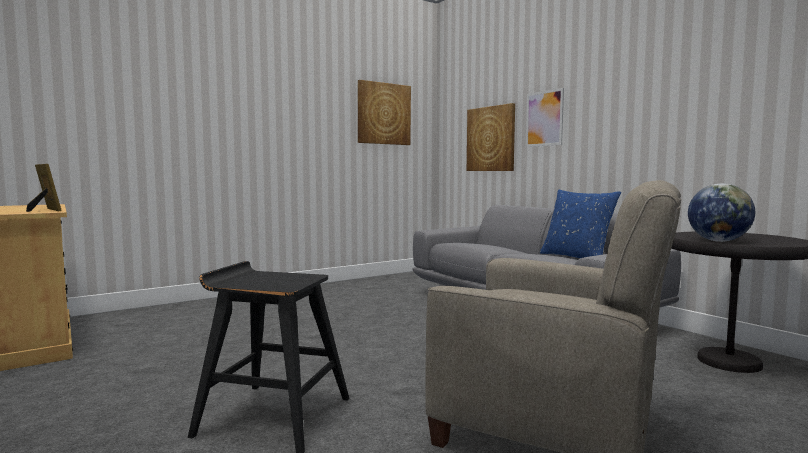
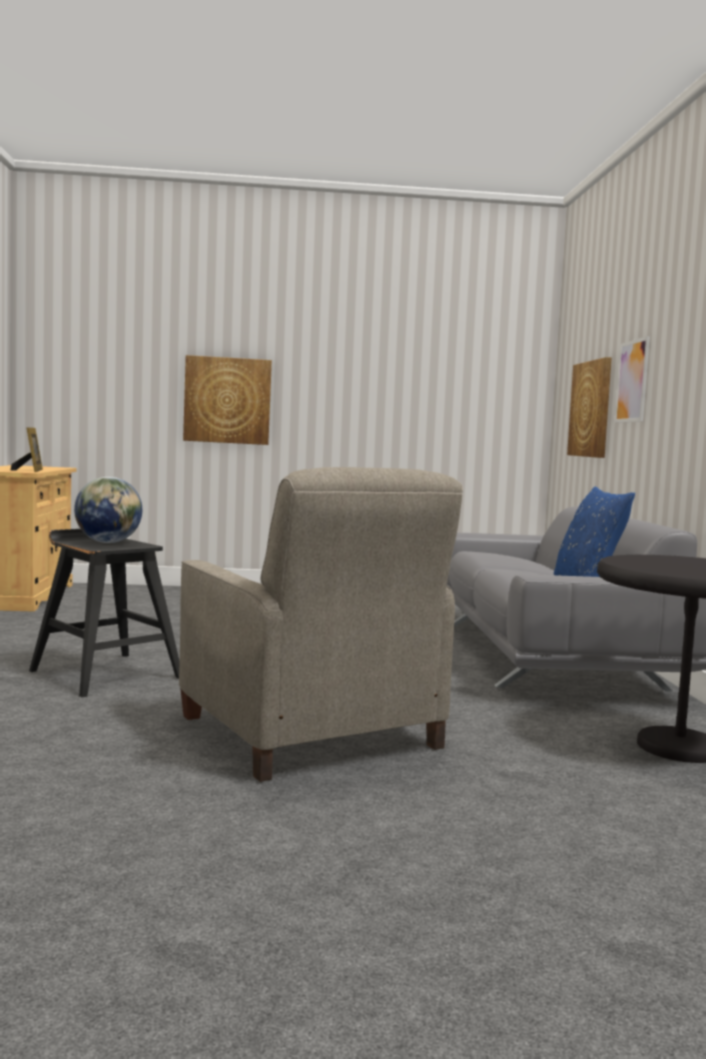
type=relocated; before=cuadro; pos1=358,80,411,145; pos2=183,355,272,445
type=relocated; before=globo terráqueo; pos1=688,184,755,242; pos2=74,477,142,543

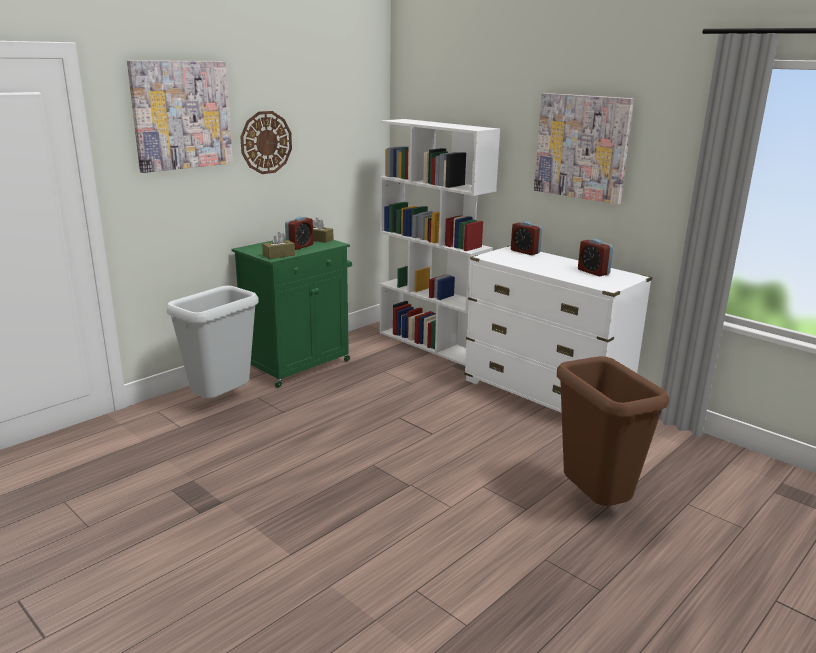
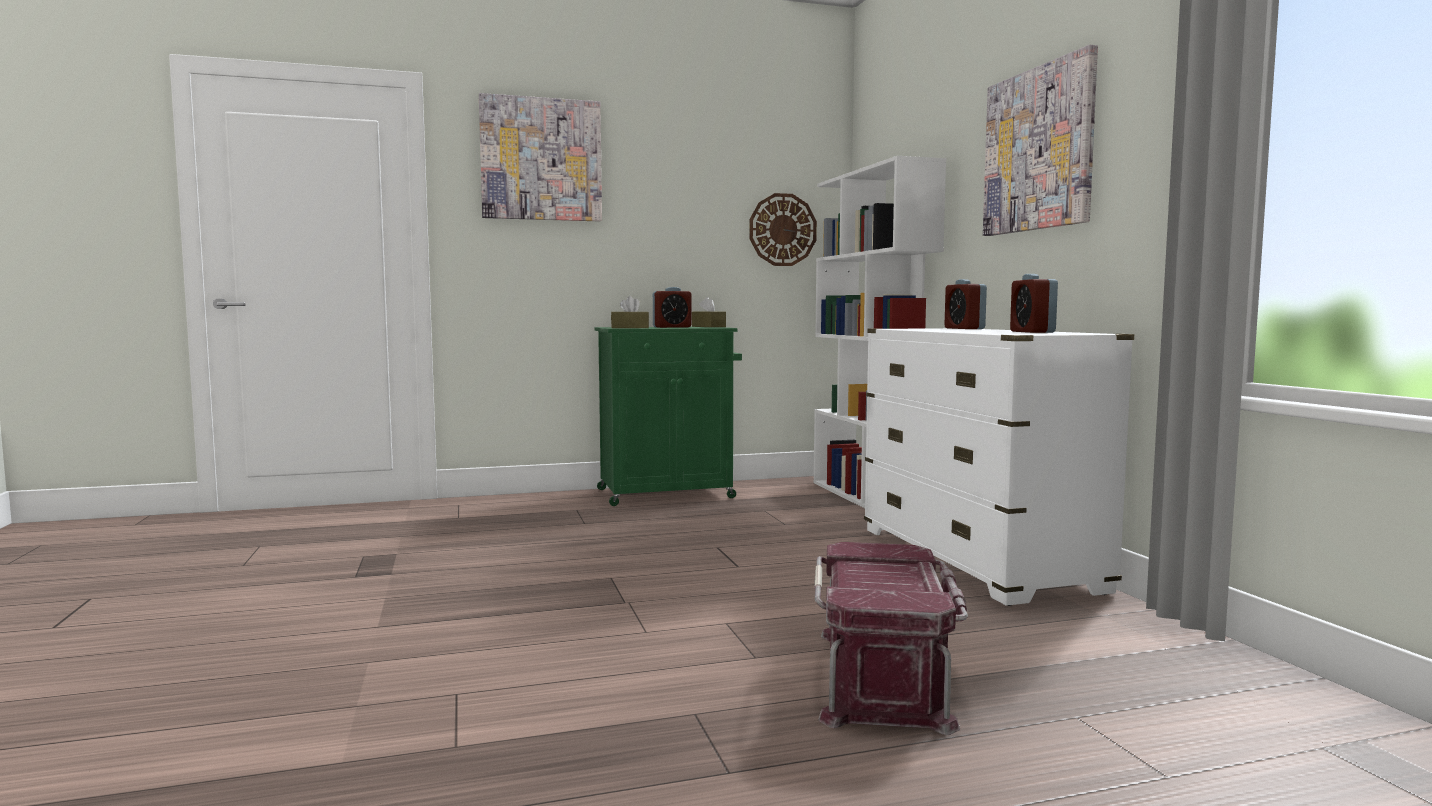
type=missing; before=papelera (gris); pos1=166,286,259,398
type=relocated; before=reloj de pared; pos1=240,111,292,174; pos2=749,193,817,266
type=exchanged; before=papelera (marrón); after=caja de almacenaje (rojo); pos1=557,356,669,506; pos2=814,542,968,735

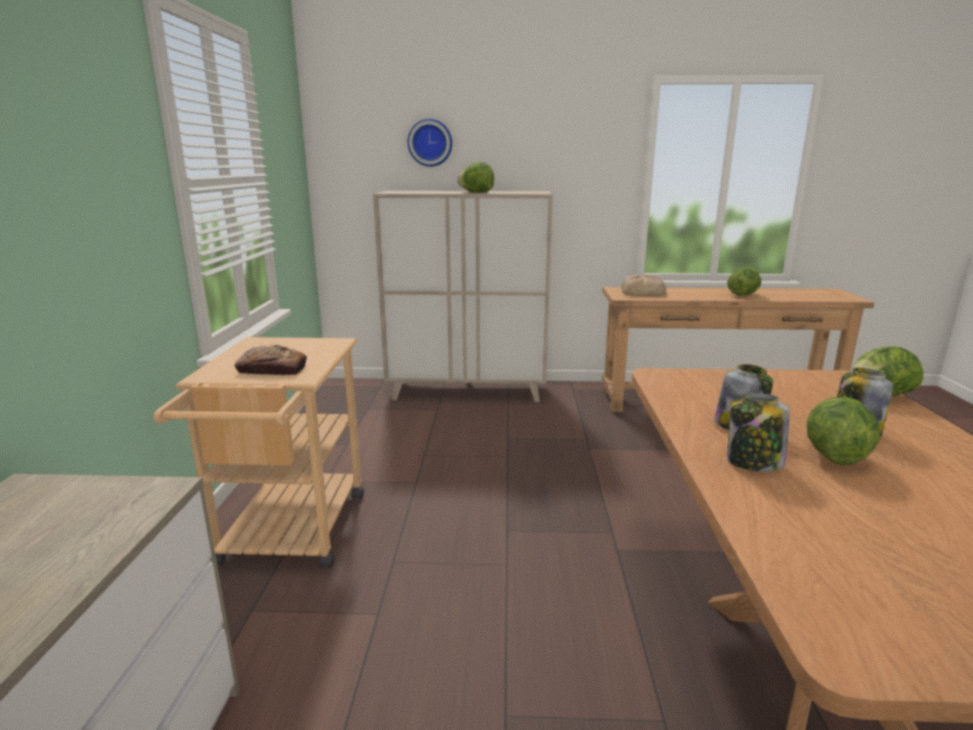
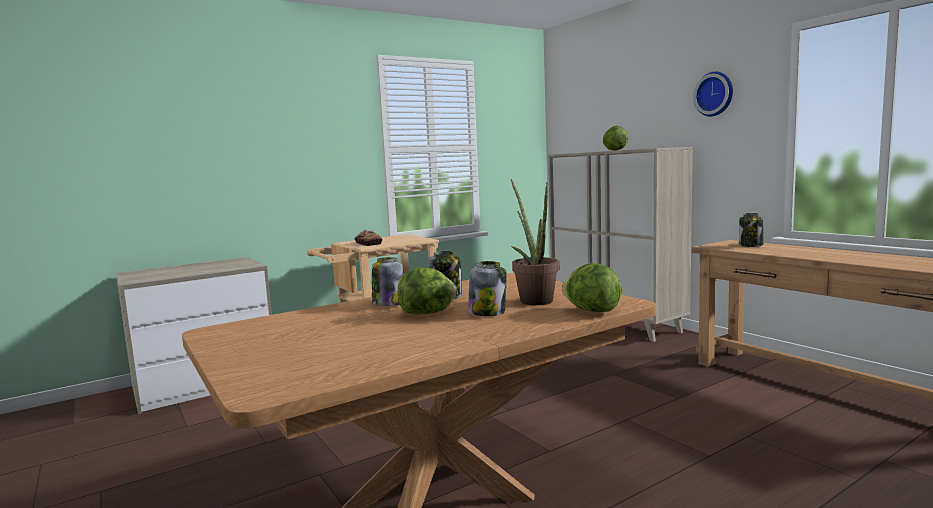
type=missing; before=lechuga; pos1=727,267,761,296
type=appeared; after=planta en maceta; pos2=511,179,559,305
type=relocated; before=reloj de pared; pos1=408,119,452,167; pos2=693,72,733,117
type=exchanged; before=pan; after=tarro; pos1=621,275,667,296; pos2=739,213,763,247

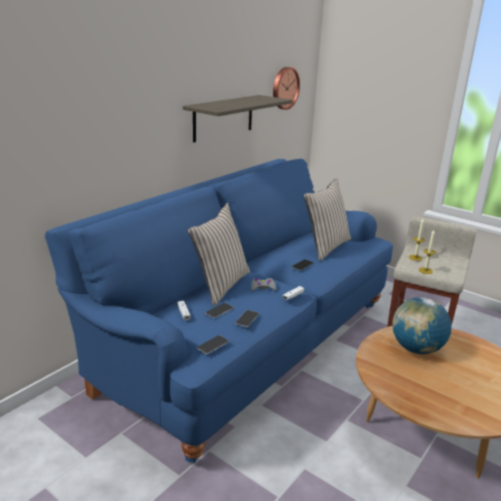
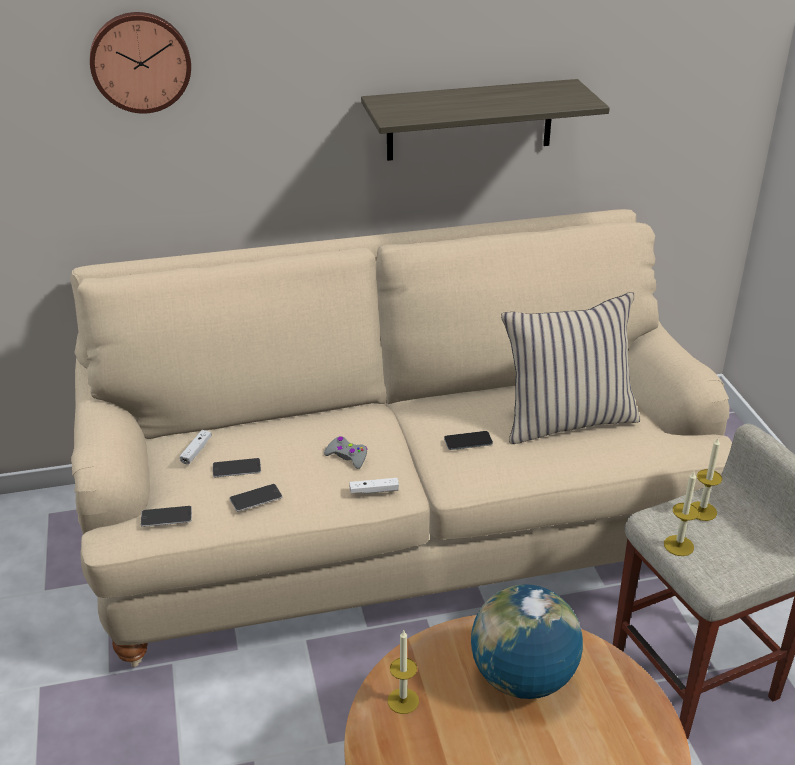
type=missing; before=cojín (beis); pos1=188,203,250,306
type=appeared; after=vela; pos2=388,629,419,714
type=relocated; before=reloj de pared; pos1=273,67,300,110; pos2=90,12,191,114
type=colour; before=sofá (azul); after=sofá (beis); pos1=45,159,393,463; pos2=70,209,732,667

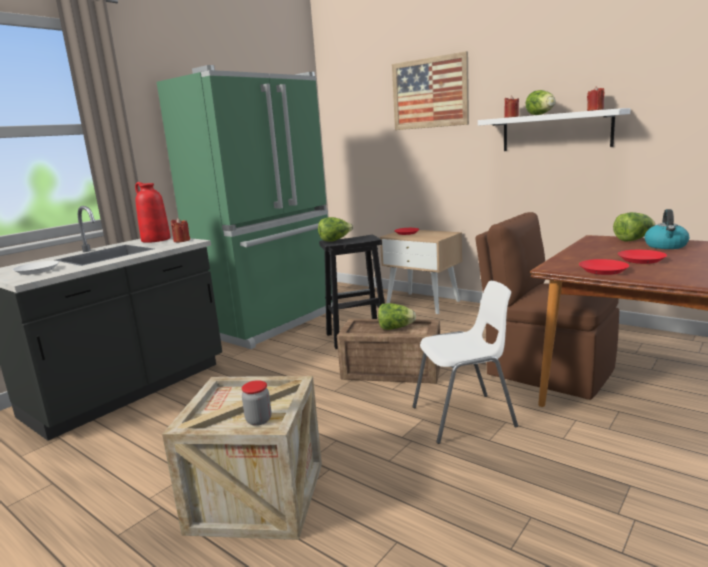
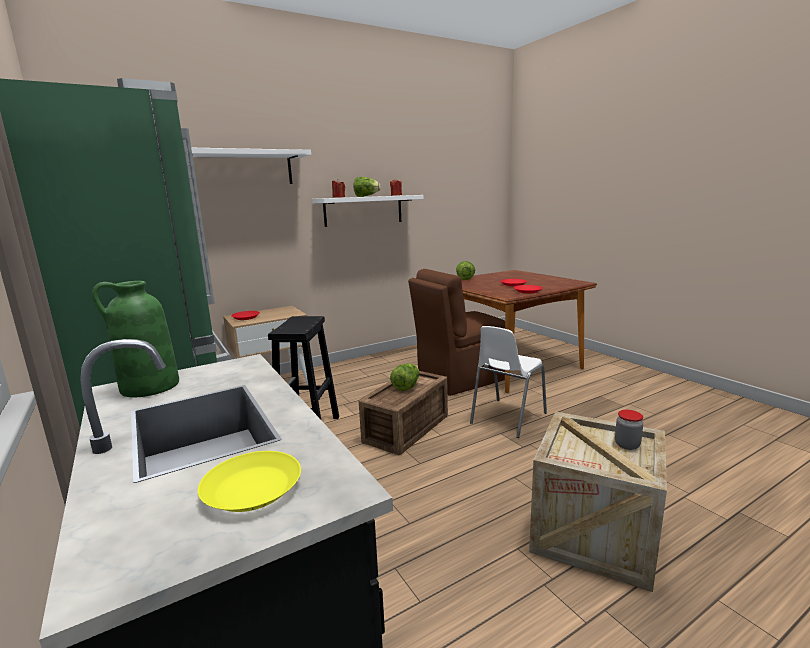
type=missing; before=vela (rojo); pos1=171,218,190,242
type=missing; before=lechuga; pos1=318,217,353,242
type=missing; before=hervidor; pos1=645,209,689,249
type=exchanged; before=cuadro; after=estante (blanco); pos1=392,51,469,130; pos2=190,148,311,184
type=colour; before=plato (blanco); after=plato (amarillo); pos1=12,261,59,275; pos2=198,451,301,512
type=colour; before=florero (rojo); after=florero (verde); pos1=135,182,171,243; pos2=92,281,179,397
type=spun; before=silla (blanco); pos1=412,281,518,444; pos2=470,326,547,438; turn=-150

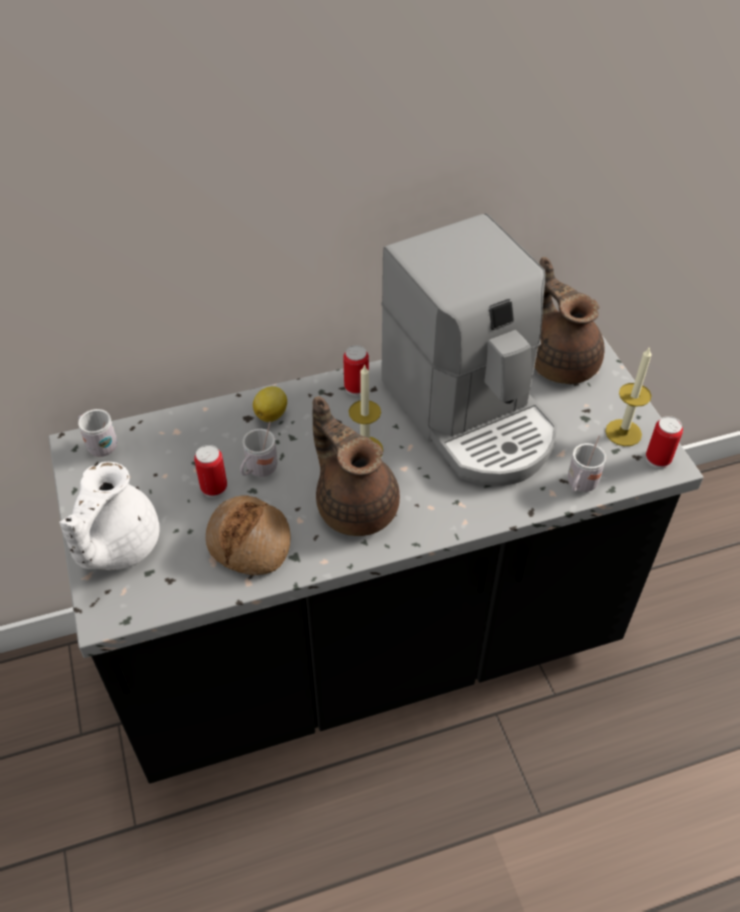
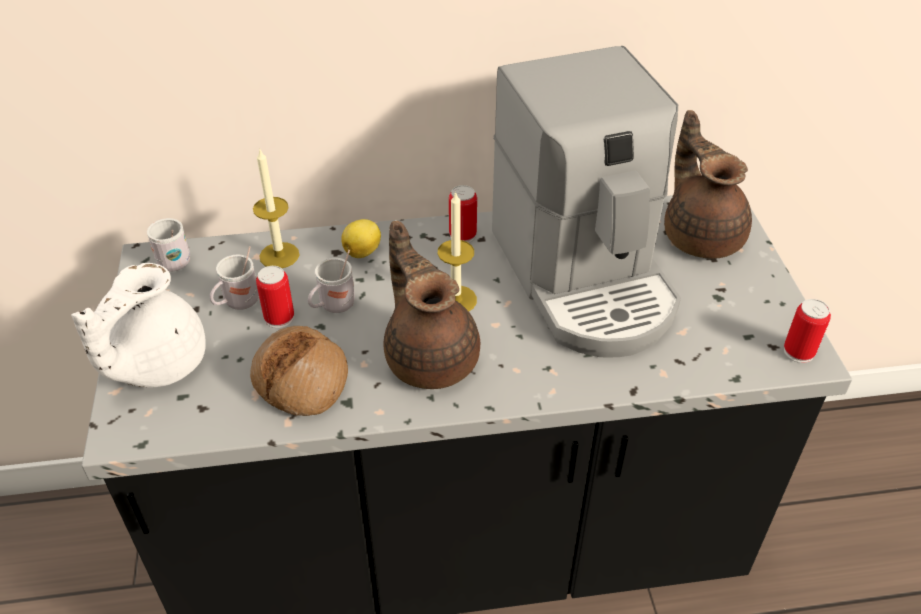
type=relocated; before=taza grande (blanco); pos1=568,436,606,492; pos2=210,246,259,310
type=relocated; before=vela; pos1=605,346,652,446; pos2=253,150,300,268

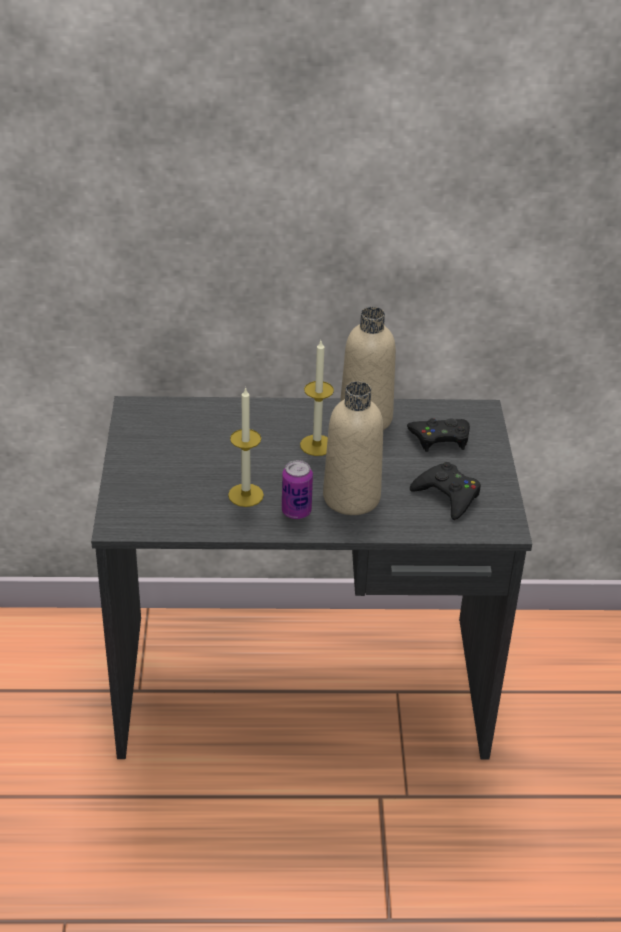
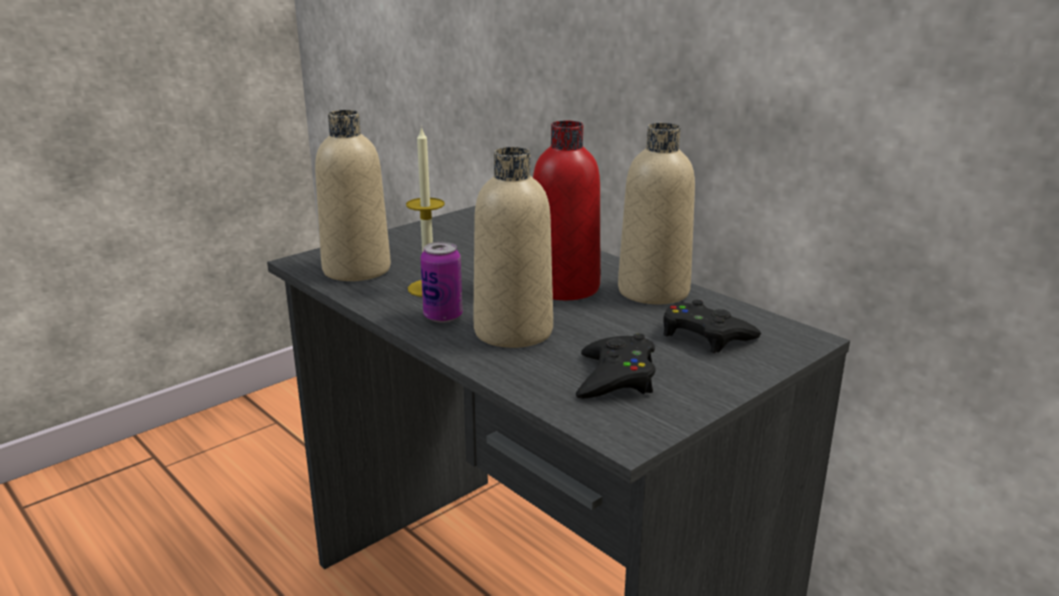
type=appeared; after=botella (beis); pos2=315,110,391,281
type=exchanged; before=vela; after=botella (rojo); pos1=300,341,334,456; pos2=533,121,600,300

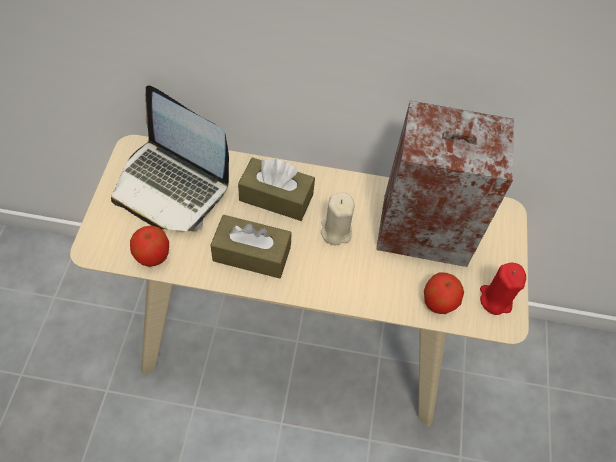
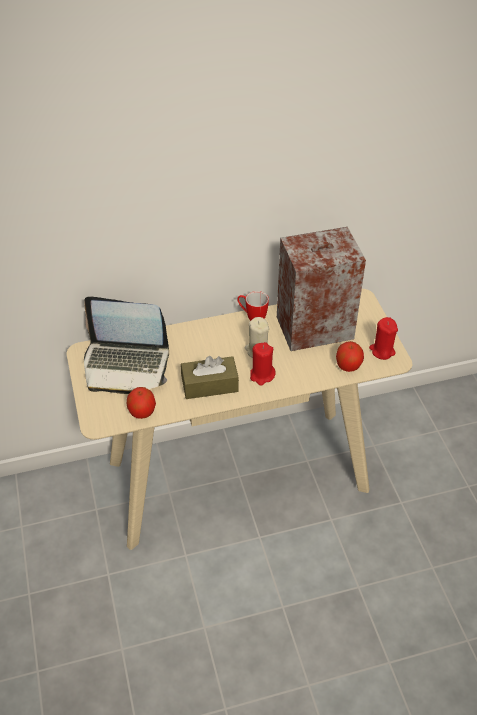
type=missing; before=caja de pañuelos (marrón); pos1=238,157,315,221
type=appeared; after=taza grande; pos2=237,291,269,321
type=appeared; after=vela (rojo); pos2=250,342,276,386

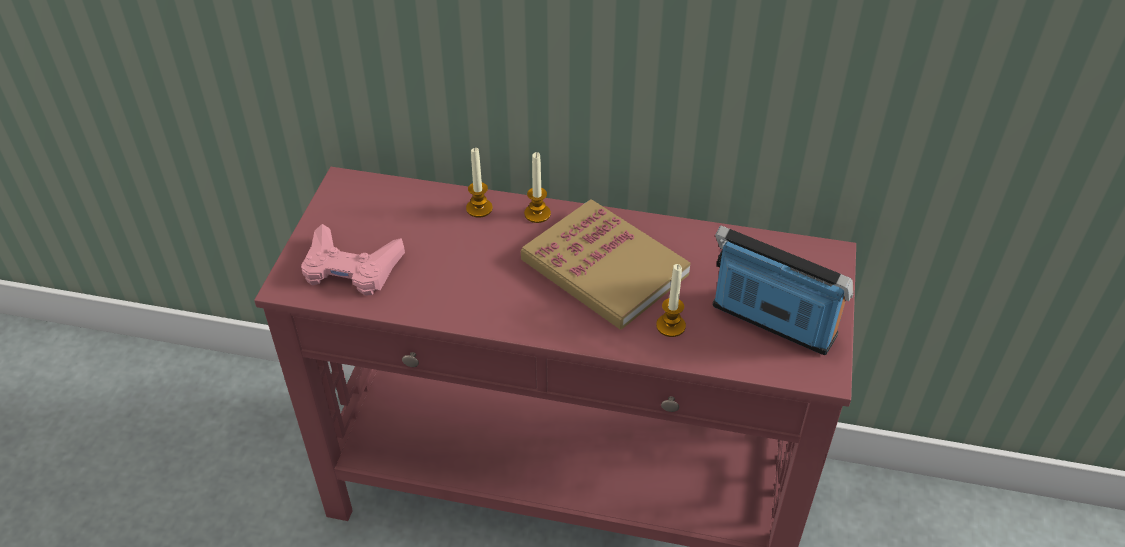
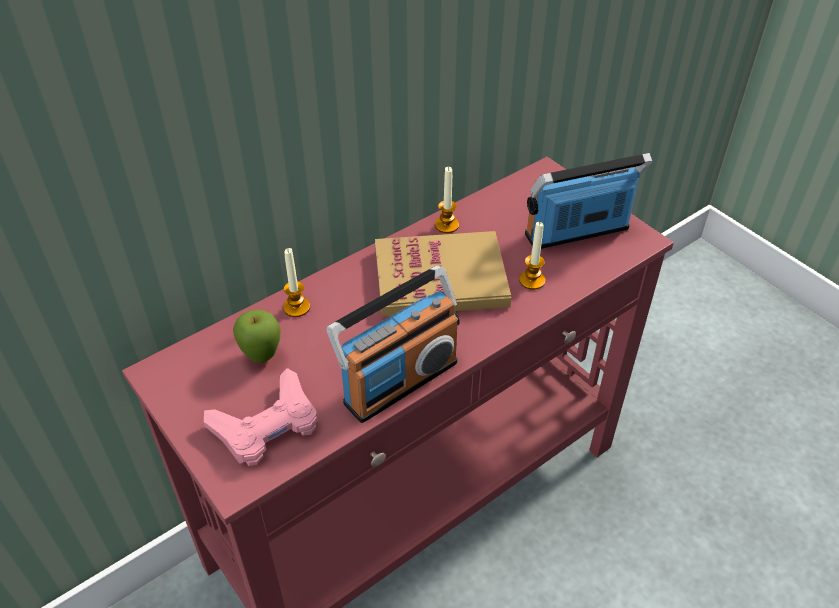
type=appeared; after=manzana; pos2=233,310,281,363
type=appeared; after=radio; pos2=327,266,460,423
type=relocated; before=vela; pos1=524,152,551,223; pos2=435,167,459,233

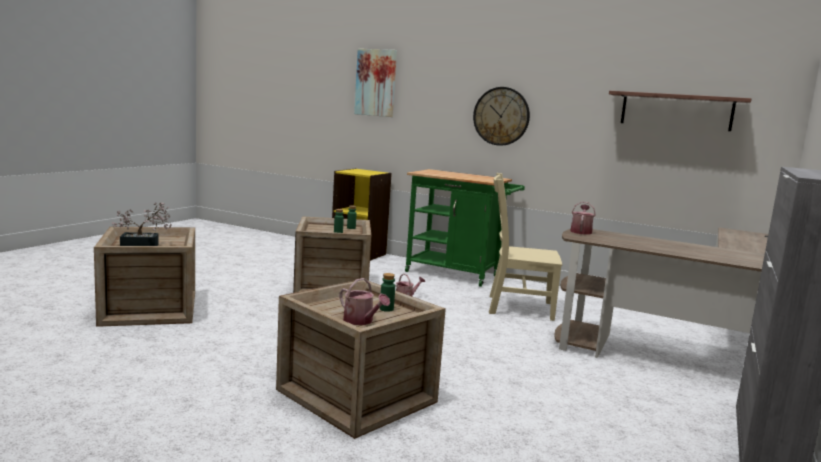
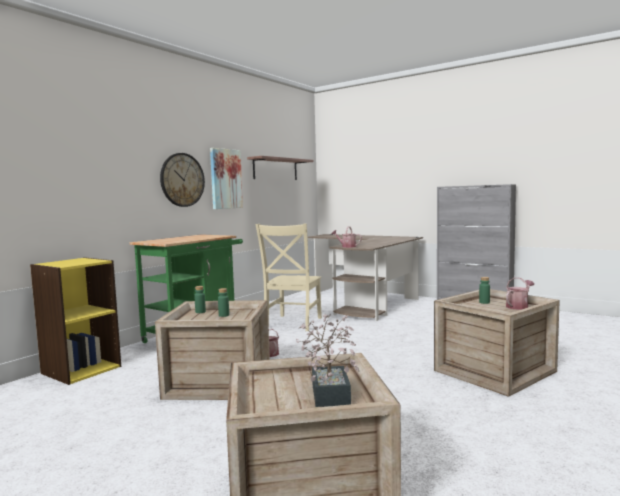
type=relocated; before=cuadro; pos1=354,49,397,117; pos2=210,148,243,209

